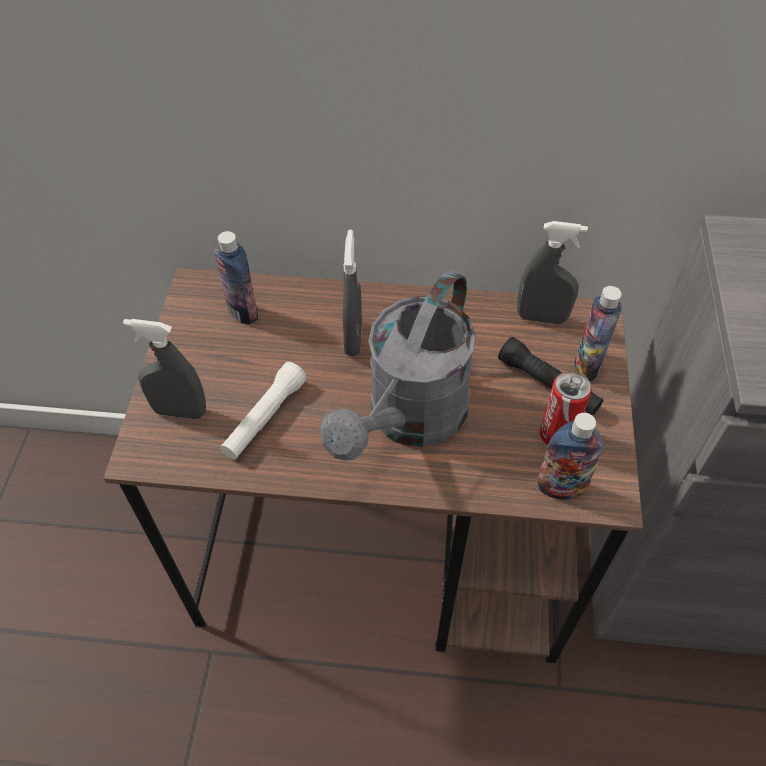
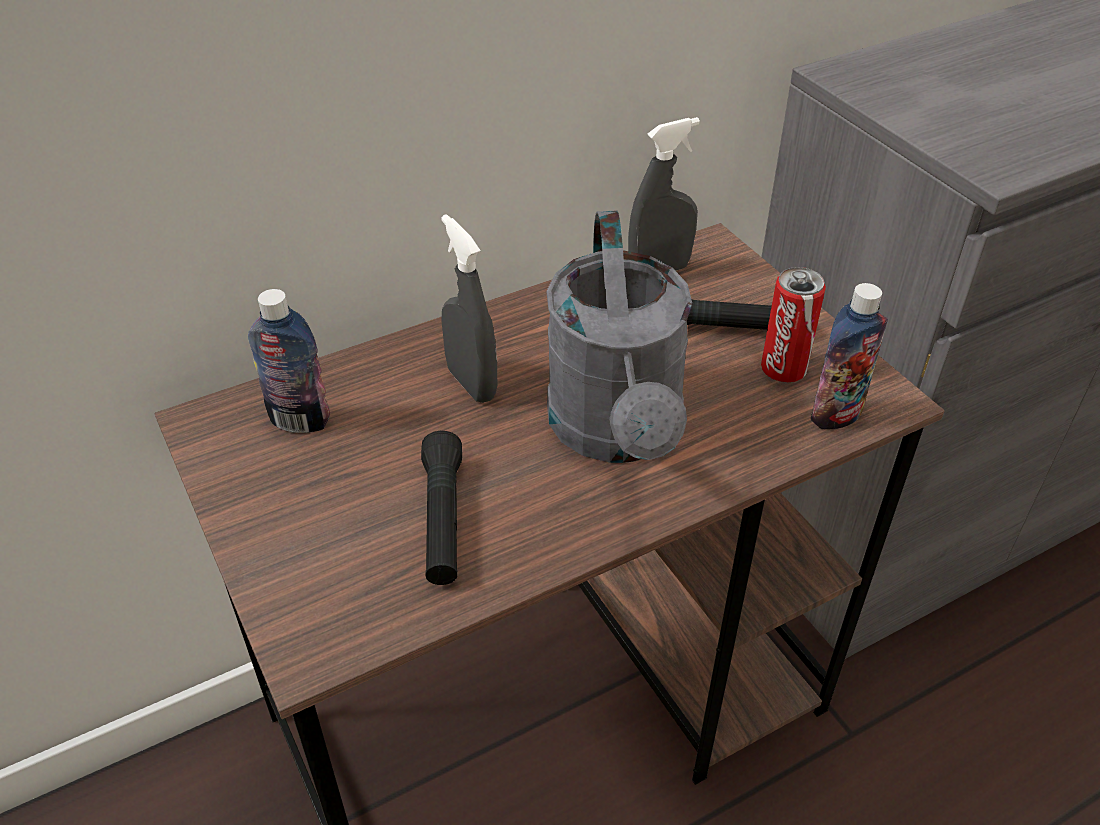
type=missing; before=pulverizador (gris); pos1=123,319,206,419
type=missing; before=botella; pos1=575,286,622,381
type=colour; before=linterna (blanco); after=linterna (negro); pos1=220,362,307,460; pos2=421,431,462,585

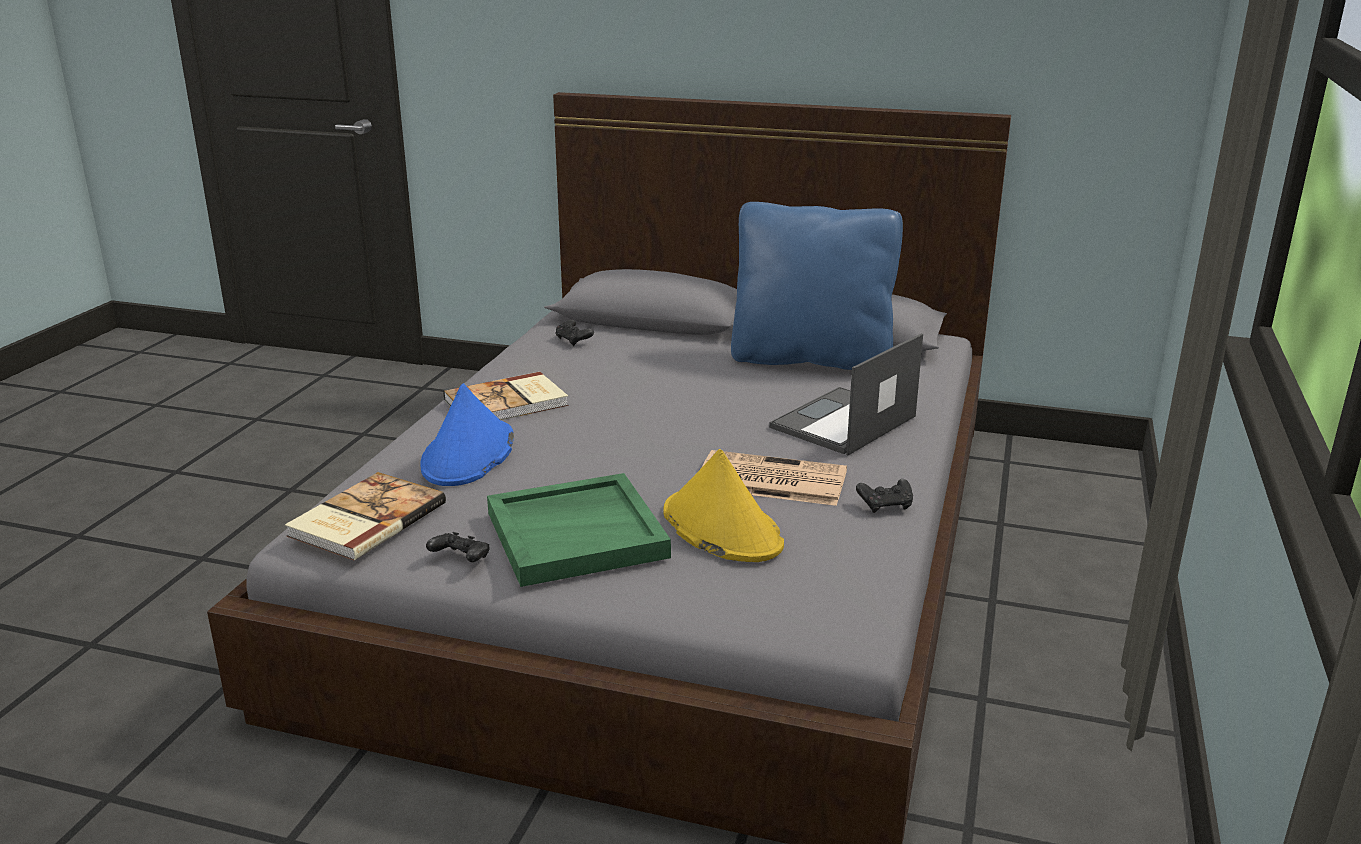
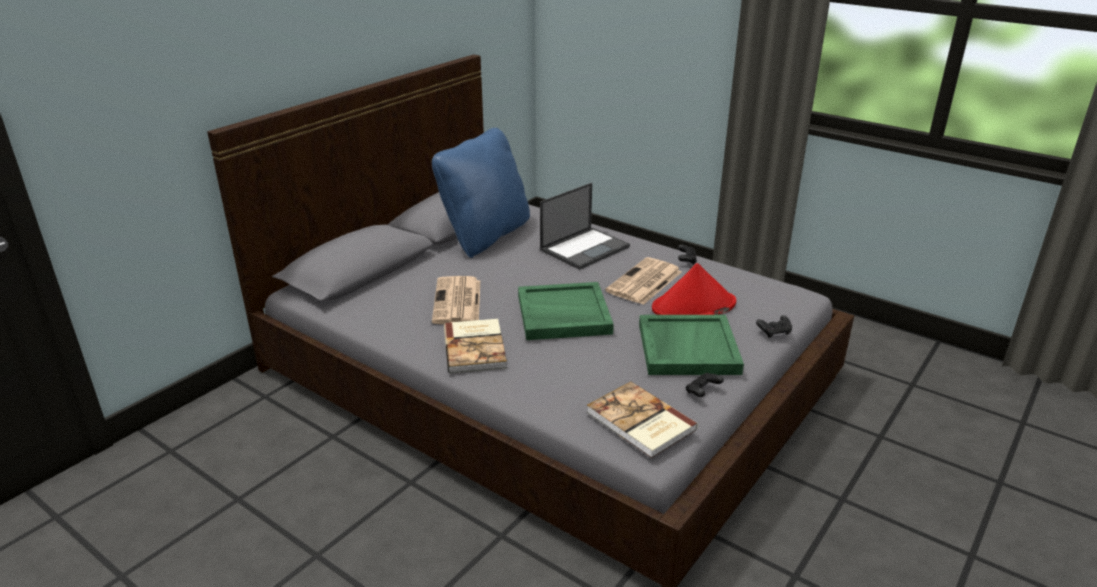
type=missing; before=sombrero (azul); pos1=420,383,514,486
type=appeared; after=periódico; pos2=432,276,480,324
type=appeared; after=bandeja (verde); pos2=518,282,614,340
type=relocated; before=mando de consola (negro); pos1=556,320,594,346; pos2=756,315,792,338
type=colour; before=sombrero (amarillo); after=sombrero (rojo); pos1=663,449,784,562; pos2=652,263,736,315
type=spun; before=portátil; pos1=769,333,923,456; pos2=540,183,630,270; turn=-105

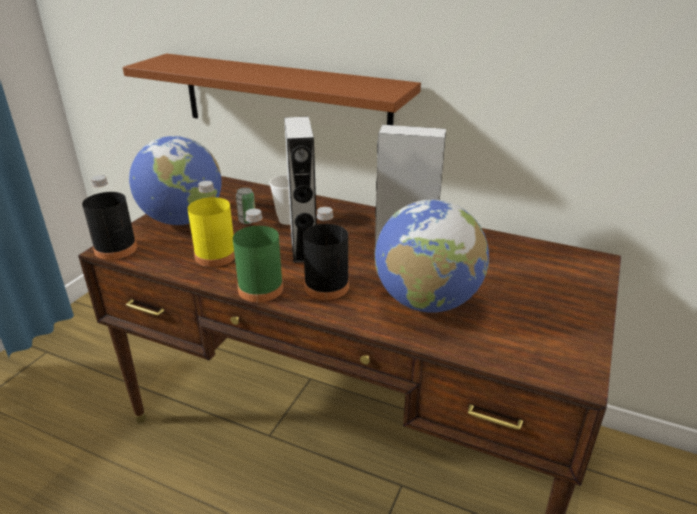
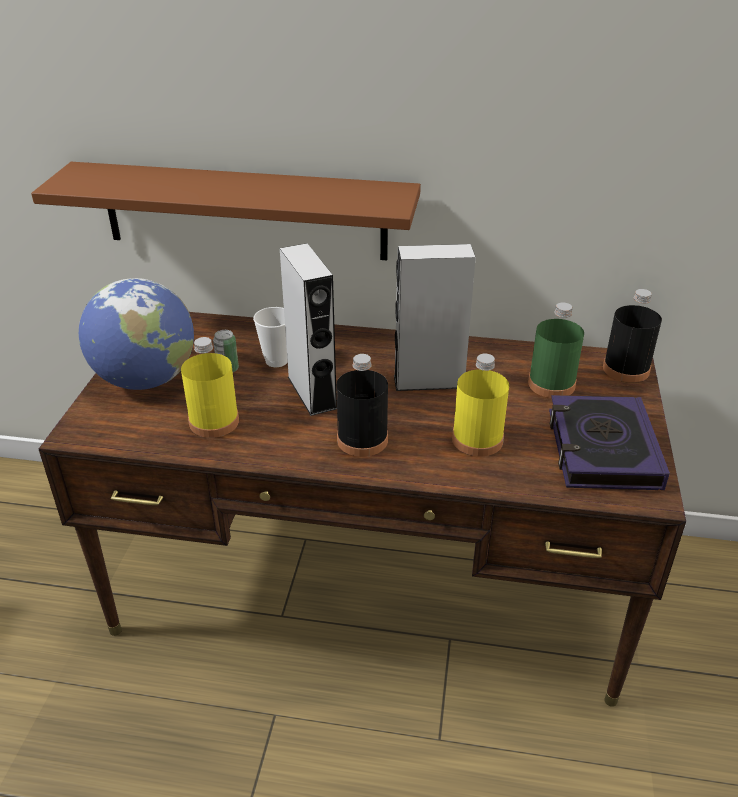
type=appeared; after=libro; pos2=549,395,670,490
type=relocated; before=botella (negro); pos1=82,175,137,260; pos2=603,289,662,383
type=relocated; before=botella (verde); pos1=233,209,283,302; pos2=528,303,584,398
type=exchanged; before=globo terráqueo; after=botella (amarillo); pos1=375,200,489,313; pos2=452,354,509,456

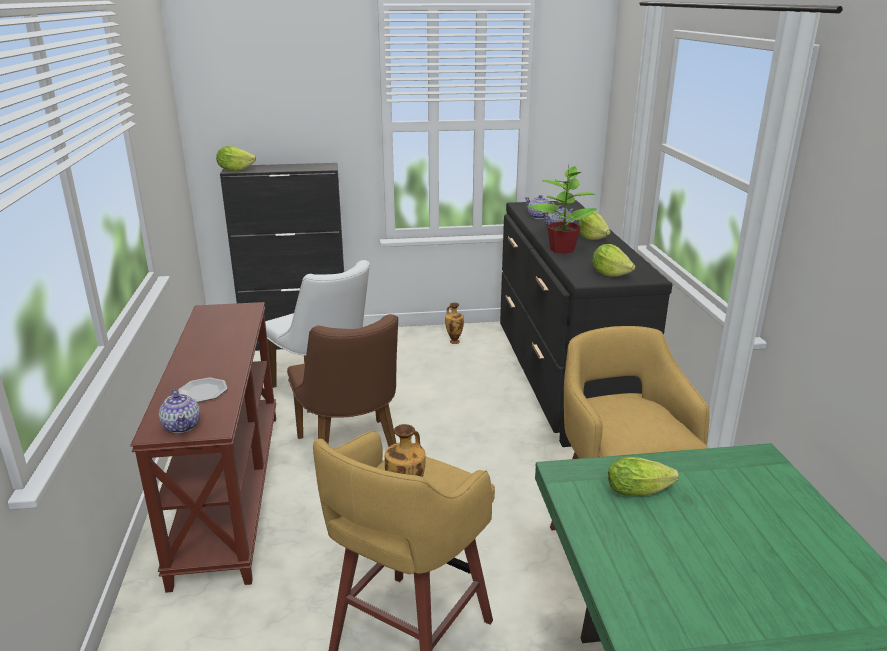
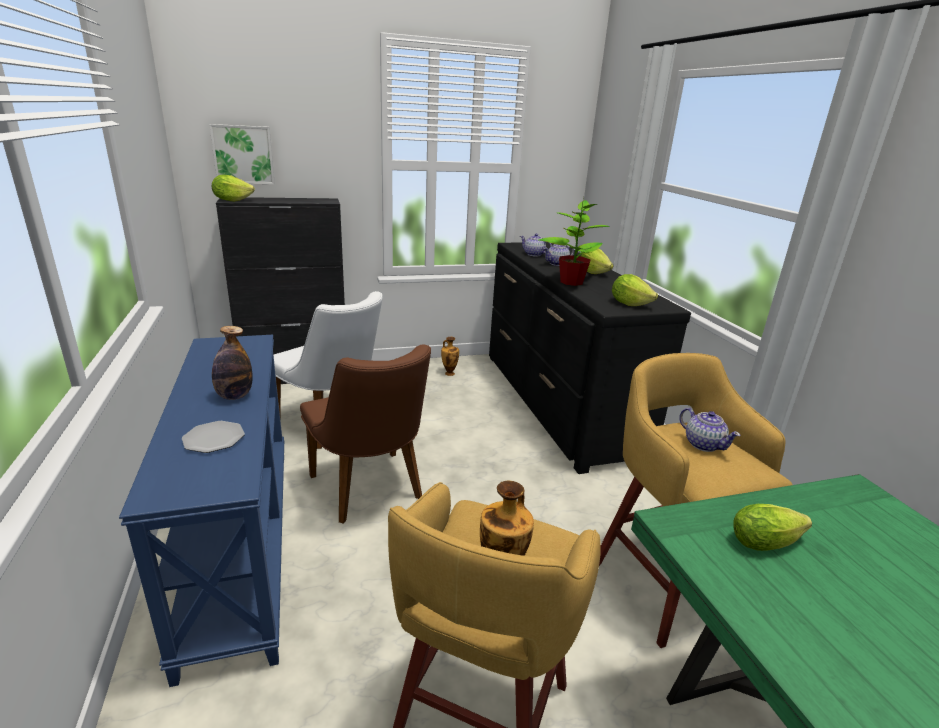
type=appeared; after=cuadro; pos2=209,124,275,184
type=appeared; after=botella; pos2=212,326,253,400
type=relocated; before=tetera; pos1=159,389,200,433; pos2=679,408,741,452
type=colour; before=mesa consola (marrón); after=mesa consola (azul); pos1=130,302,276,593; pos2=119,335,284,687

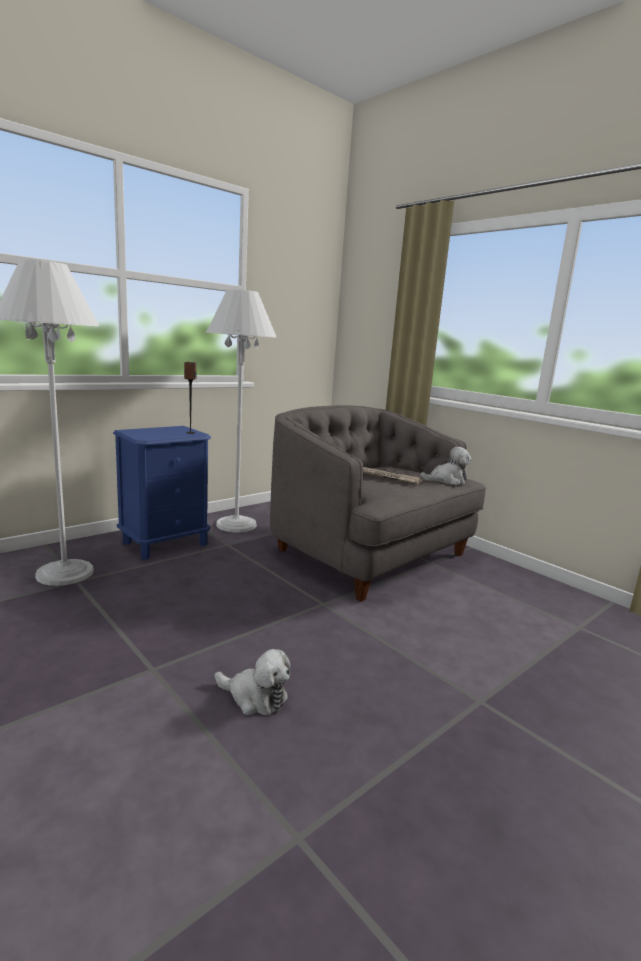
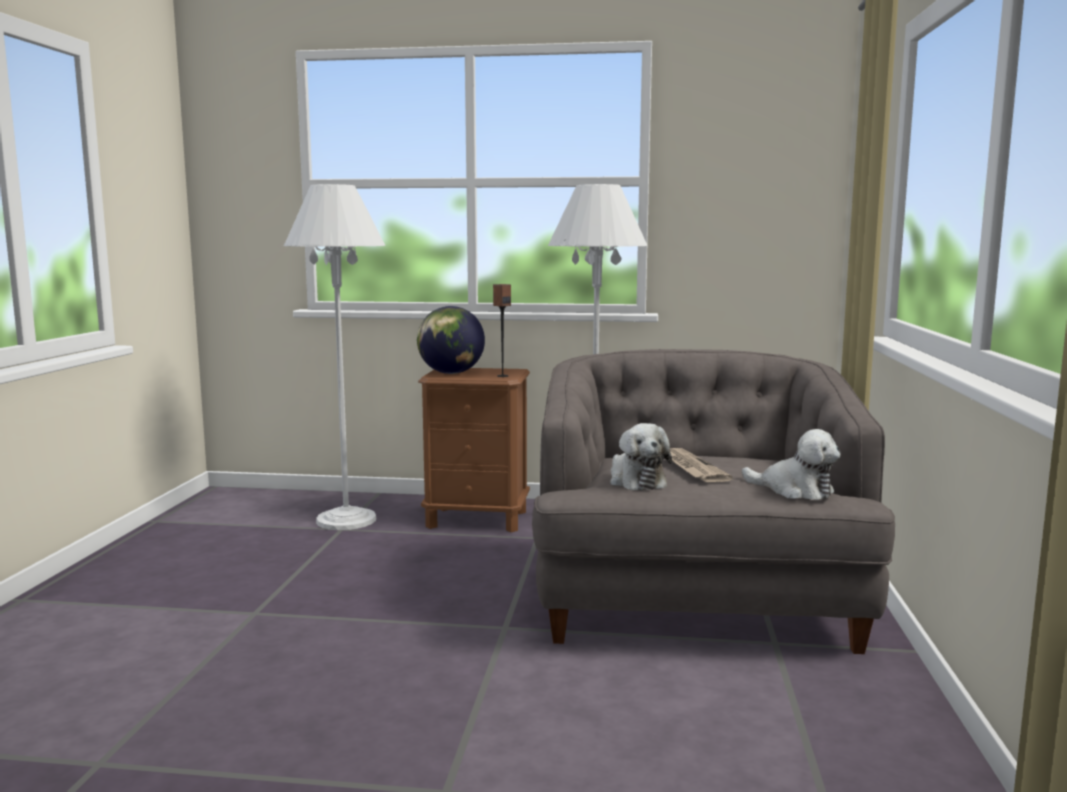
type=appeared; after=globo terráqueo; pos2=417,306,485,374
type=relocated; before=peluche; pos1=215,649,291,715; pos2=610,423,672,491
type=colour; before=mesita de noche (azul); after=mesita de noche (marrón); pos1=113,426,211,560; pos2=418,368,530,532

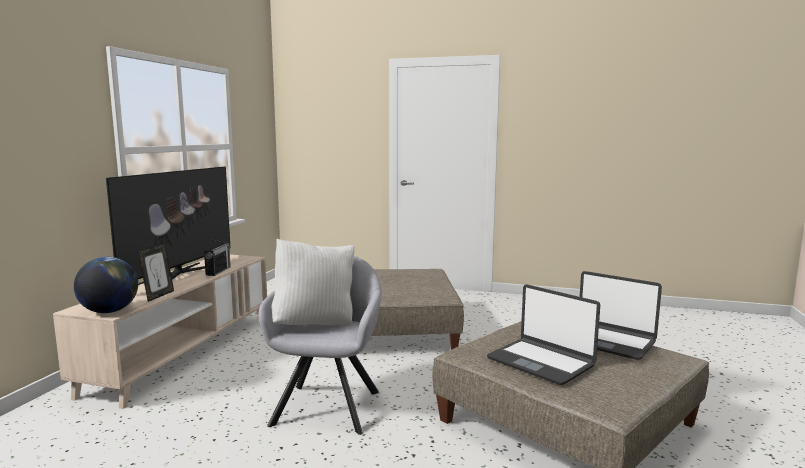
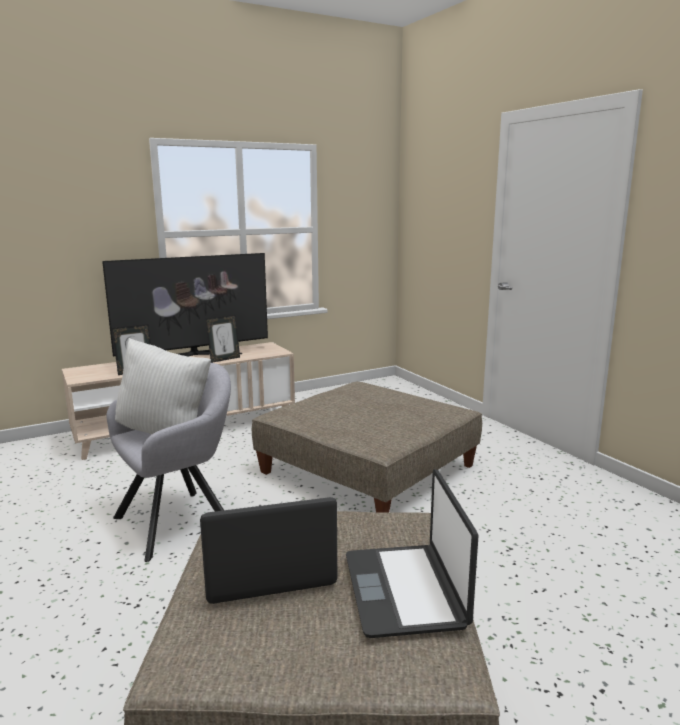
type=missing; before=globo terráqueo; pos1=74,257,138,313
type=exchanged; before=radio; after=portarretratos; pos1=204,239,231,276; pos2=206,315,240,363
type=spun; before=portátil; pos1=487,284,600,385; pos2=200,497,337,604; turn=75

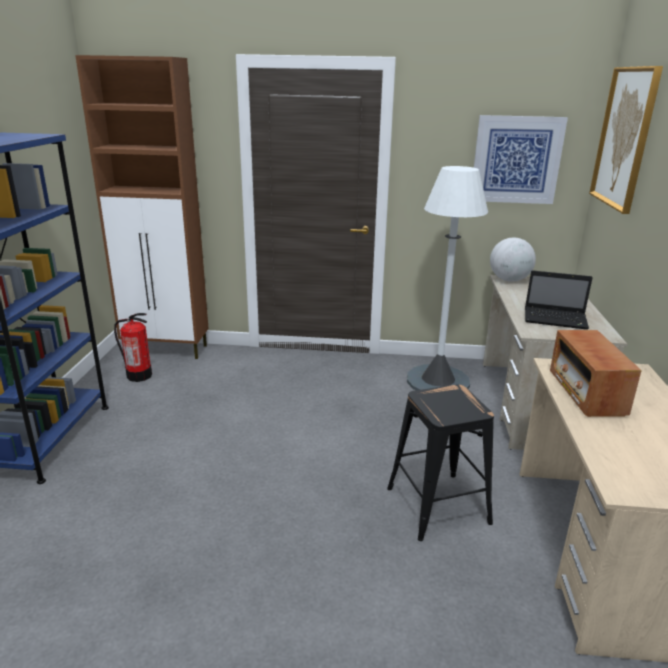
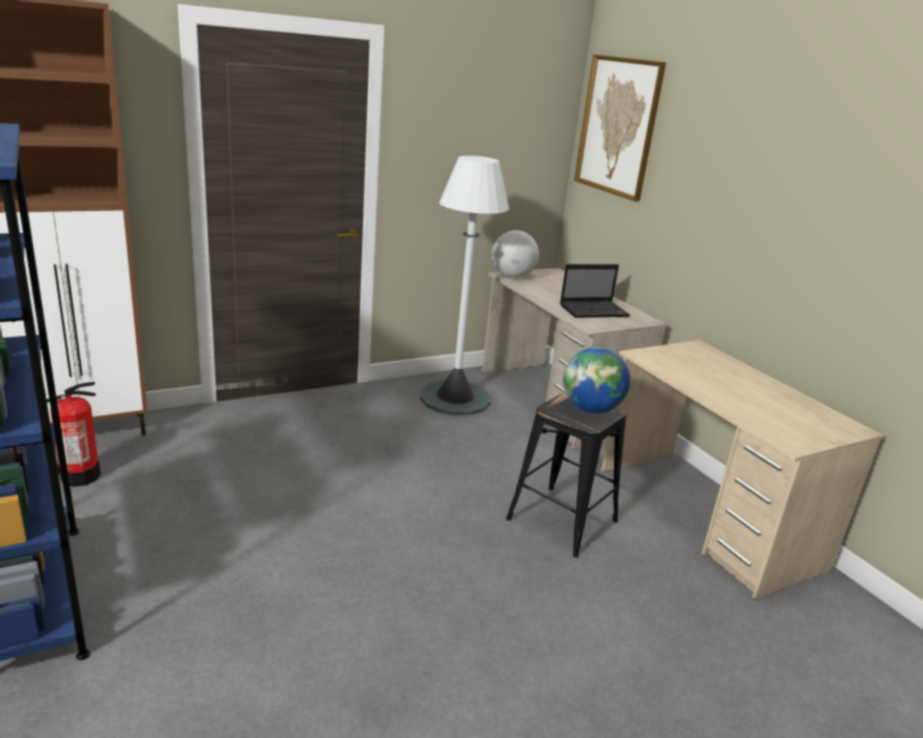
type=missing; before=cuadro; pos1=474,115,568,204
type=missing; before=radio; pos1=550,330,642,417
type=appeared; after=globo terráqueo; pos2=563,347,630,413

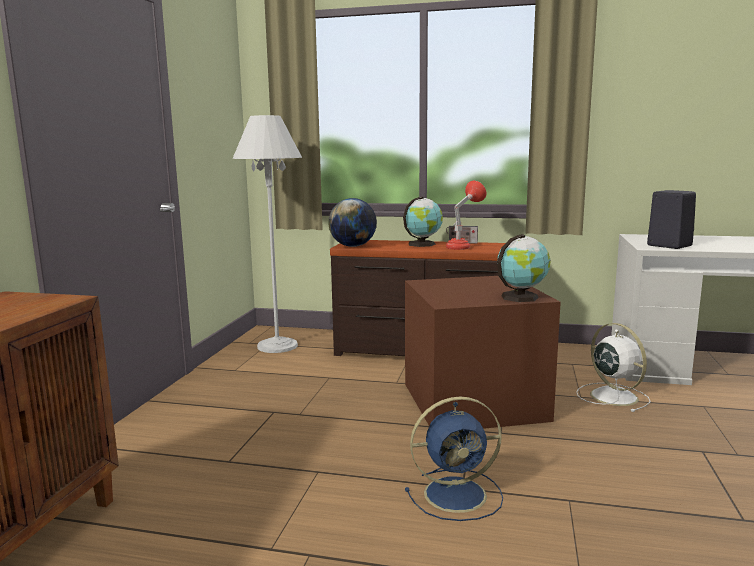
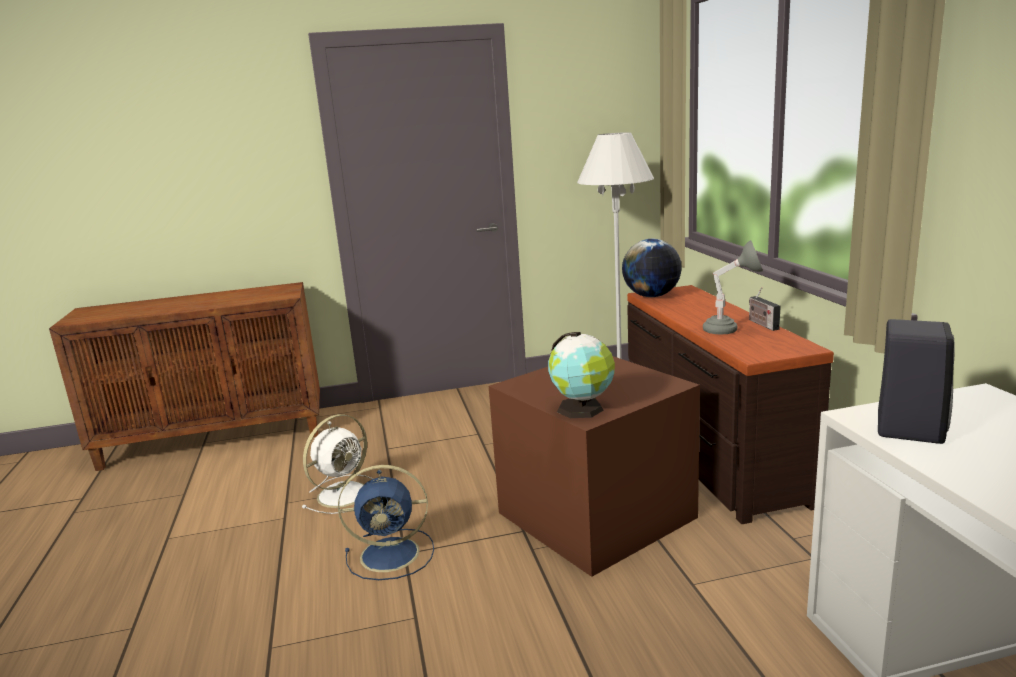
type=missing; before=globo terráqueo; pos1=403,197,443,247
type=relocated; before=ventilador (blanco); pos1=576,323,651,412; pos2=301,414,373,514
type=colour; before=lámpara de mesa (rojo); after=lámpara de mesa (gris); pos1=446,181,486,250; pos2=703,240,763,334
type=spun; before=ventilador (azul); pos1=405,397,503,521; pos2=338,465,434,580; turn=-60

